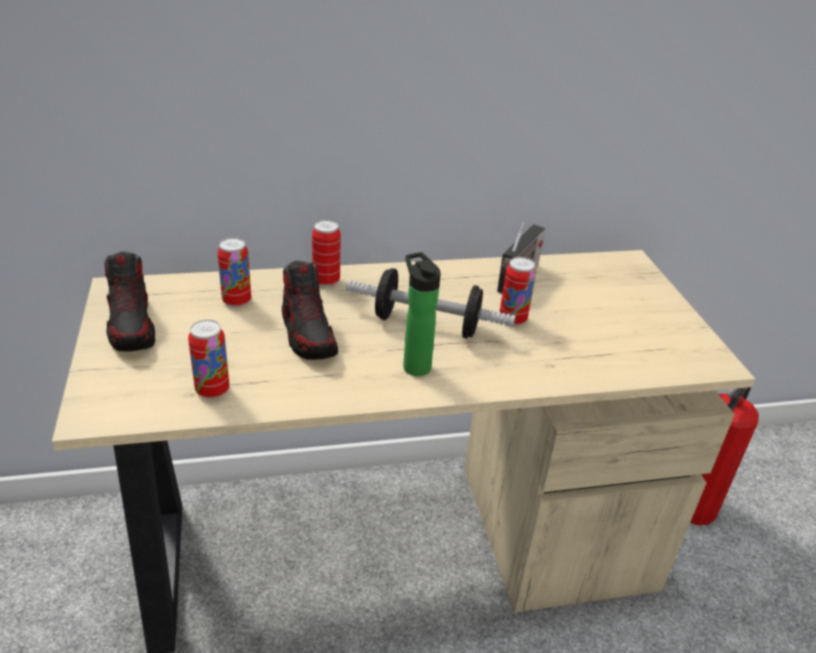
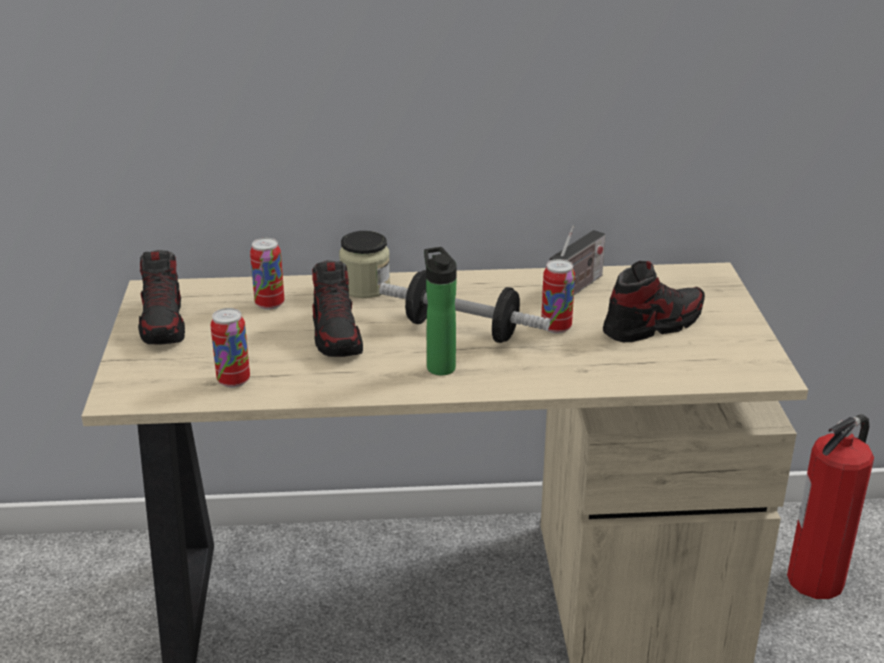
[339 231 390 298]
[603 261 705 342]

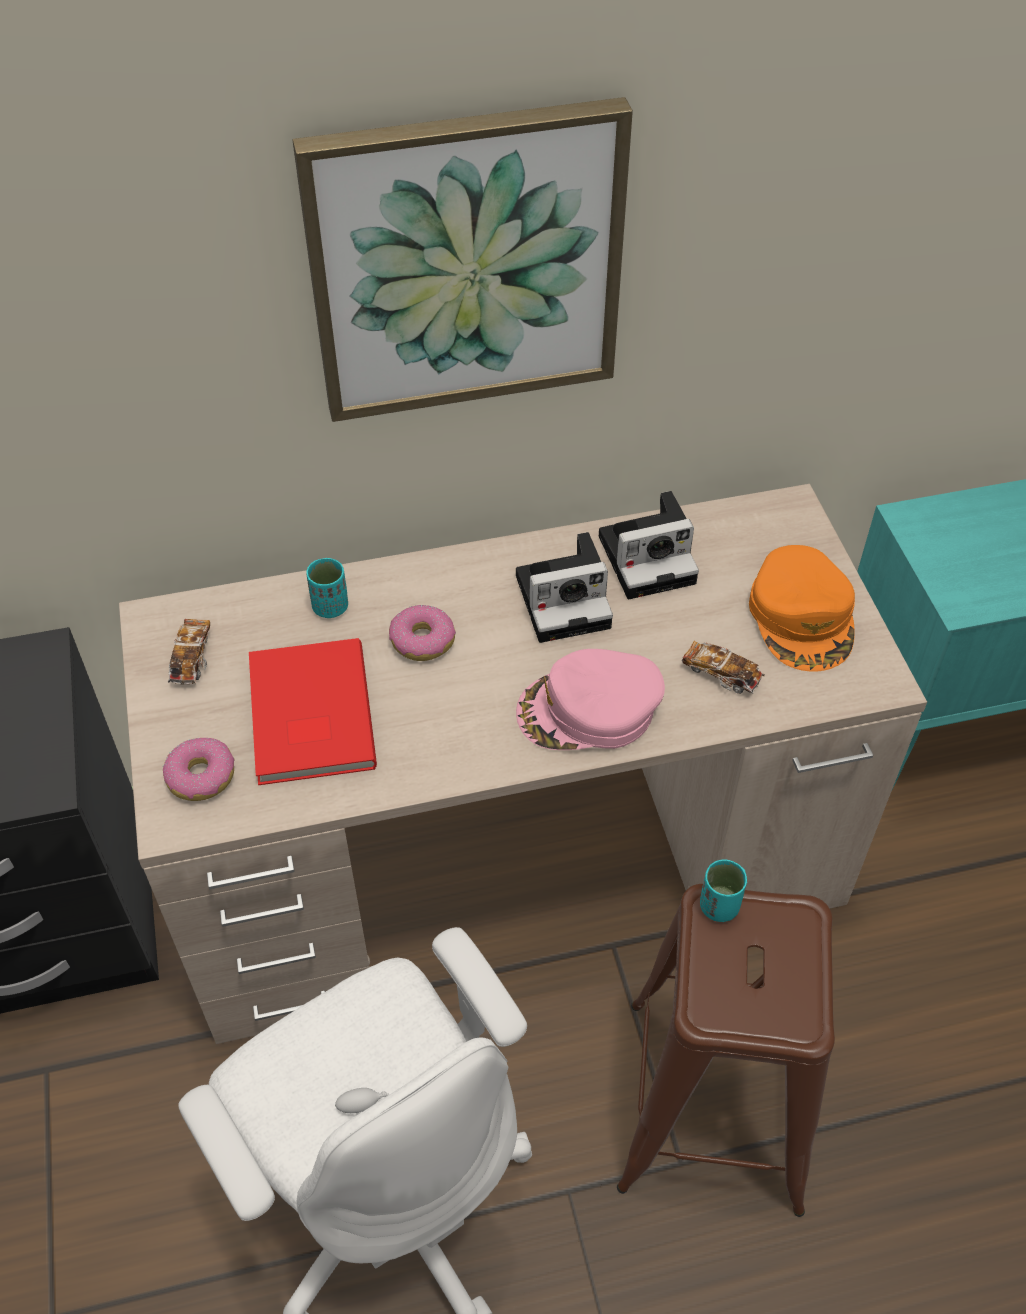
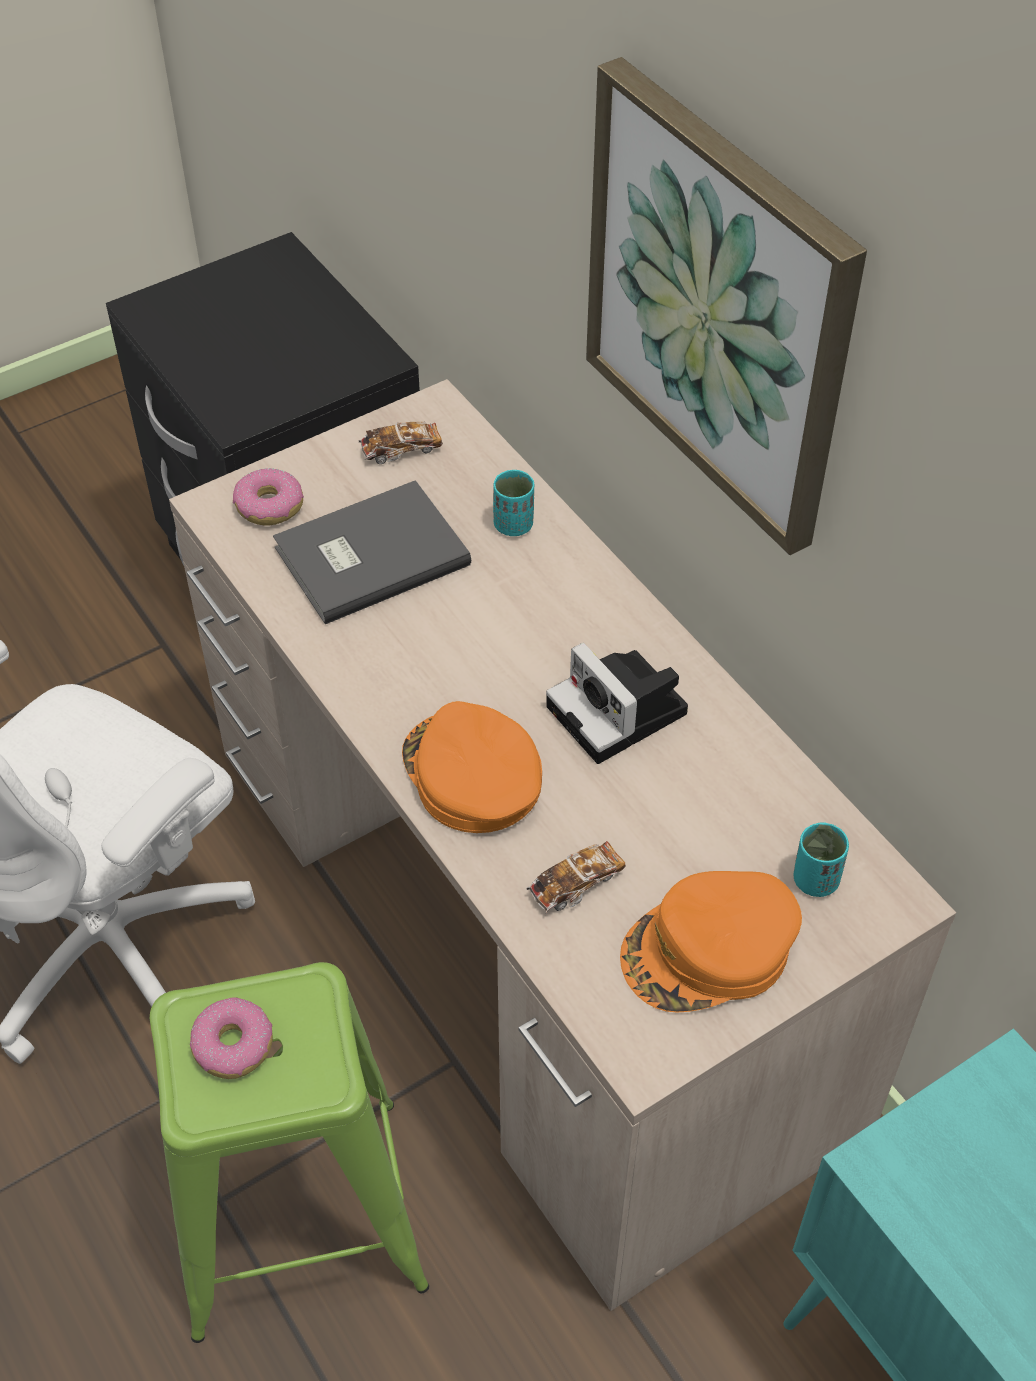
[150 962 429 1343]
[190 997 273 1079]
[273 480 471 624]
[402 701 542 833]
[527 841 626 914]
[793 823 849 897]
[599 491 699 599] (first image)

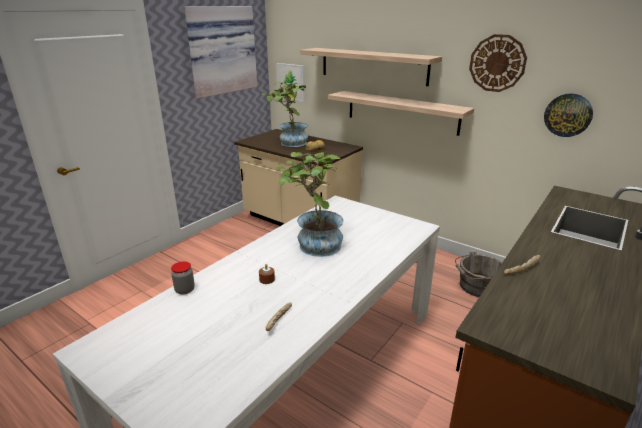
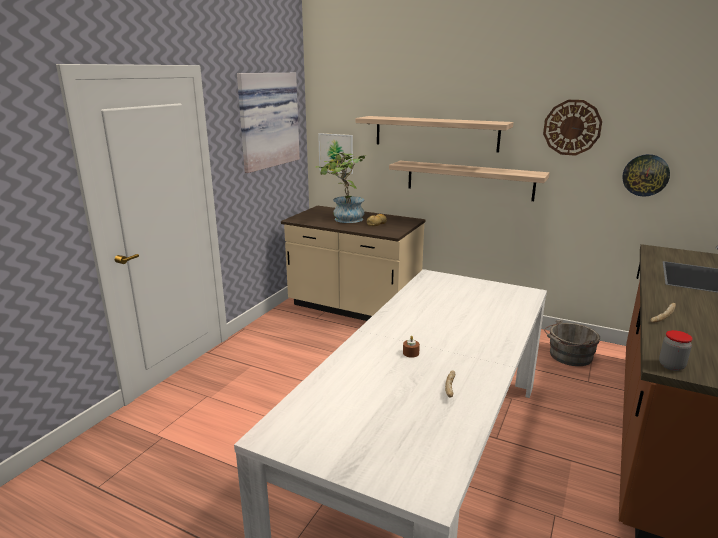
[659 330 693 371]
[276 152 343 257] (first image)

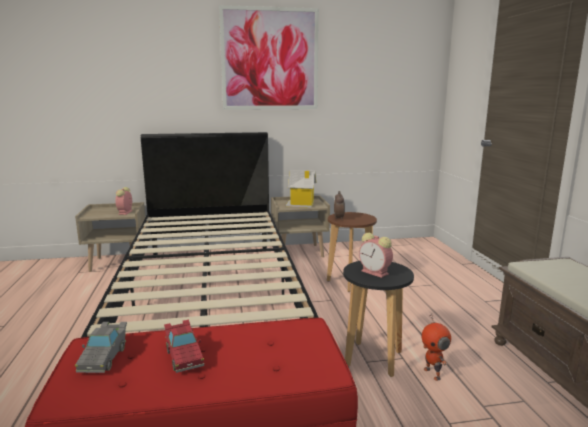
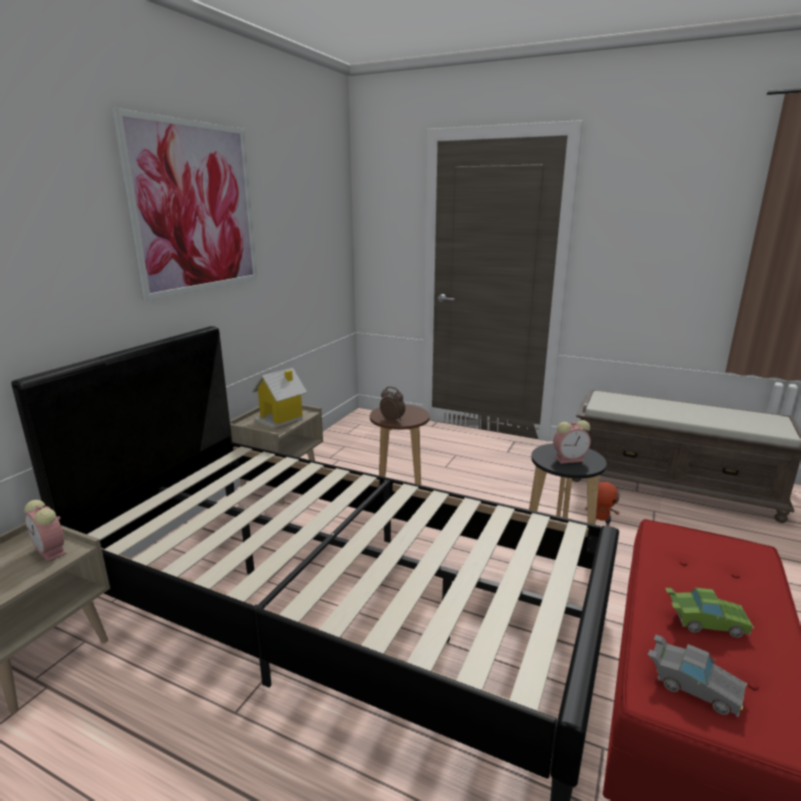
[666 588 754 638]

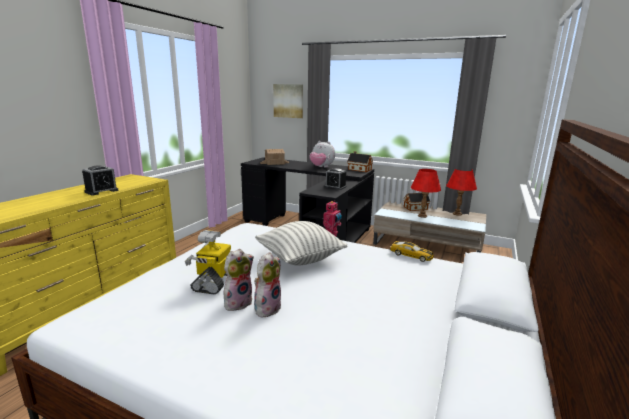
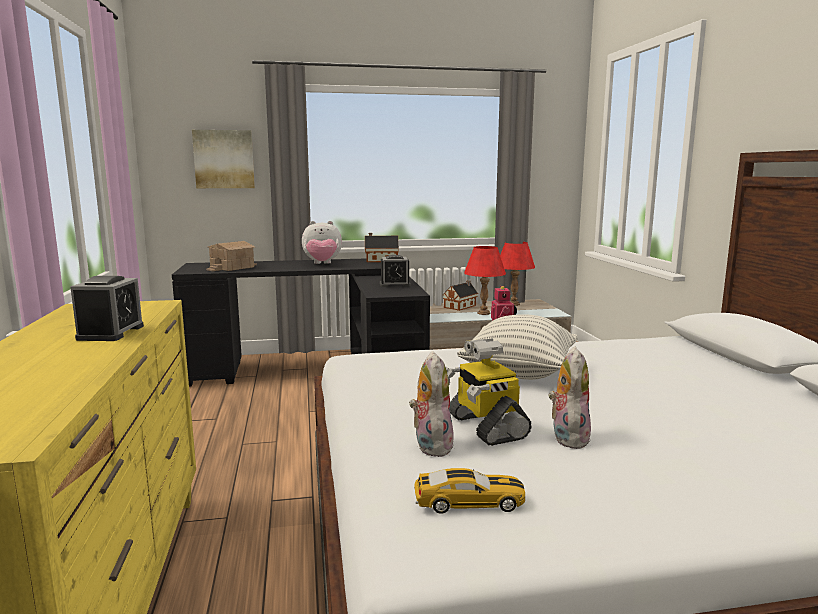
[409 351 455 457]
[414 468 525 514]

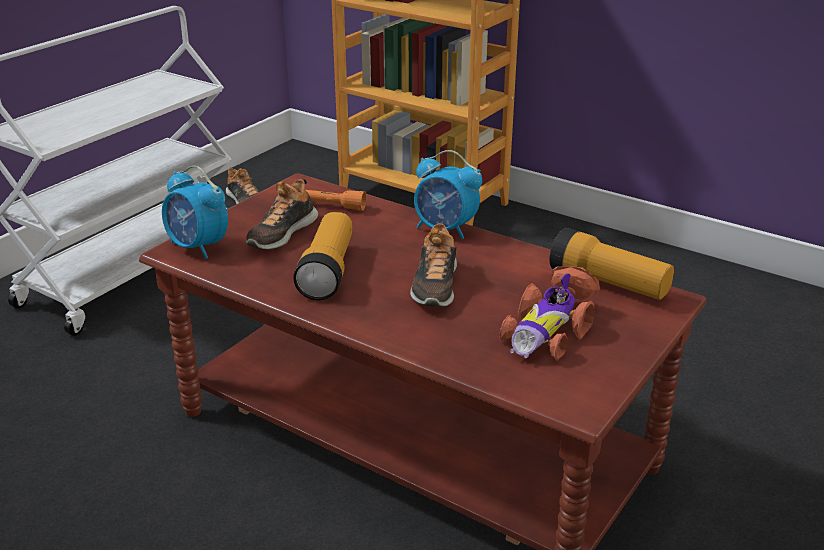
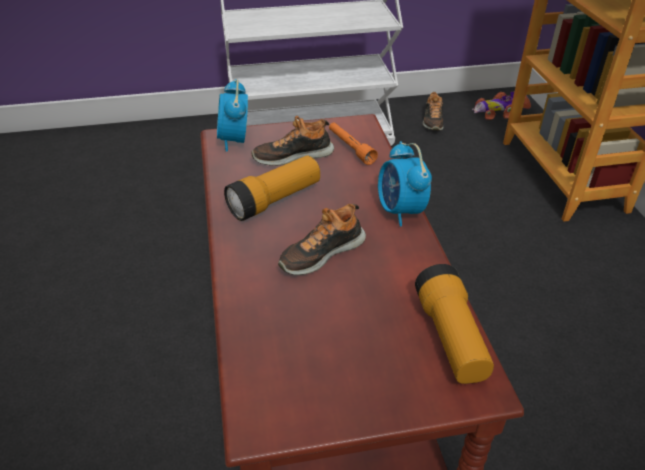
[472 91 531 120]

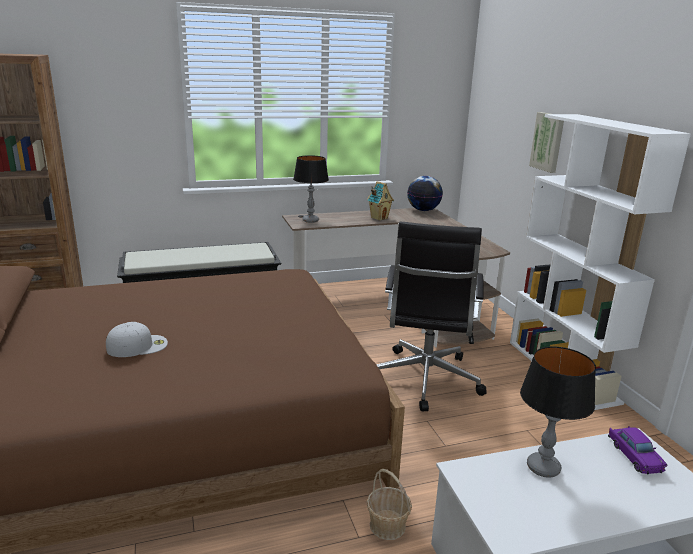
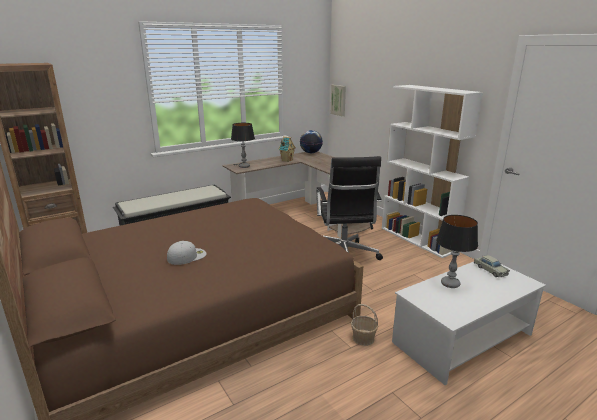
[331 85 346 116]
[474 255 510 277]

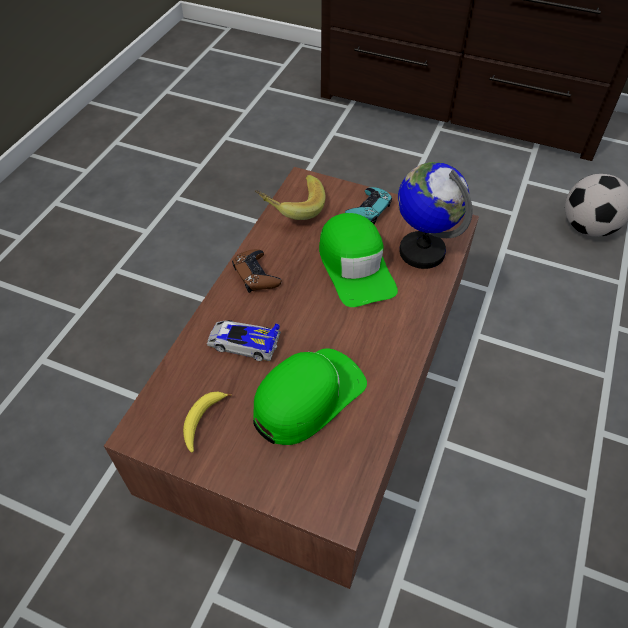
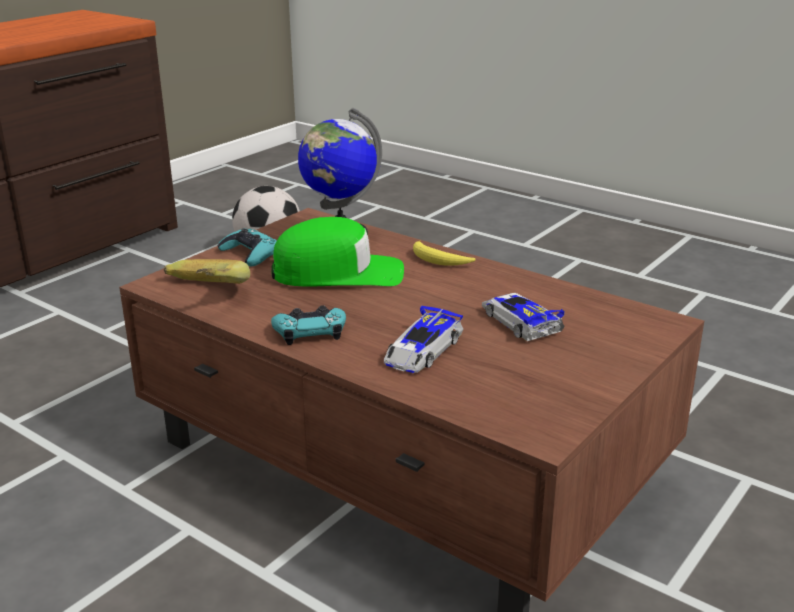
[271 305 346 345]
[413 240 475 266]
[482 293 565 341]

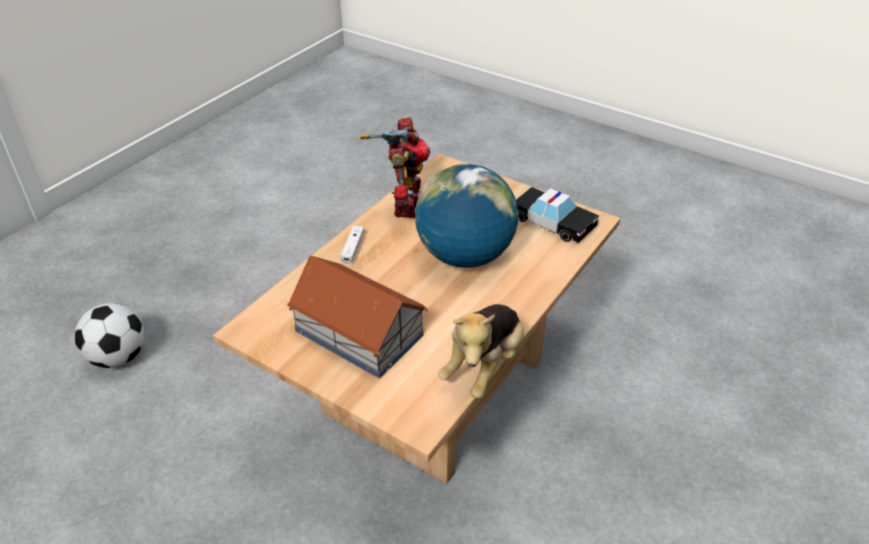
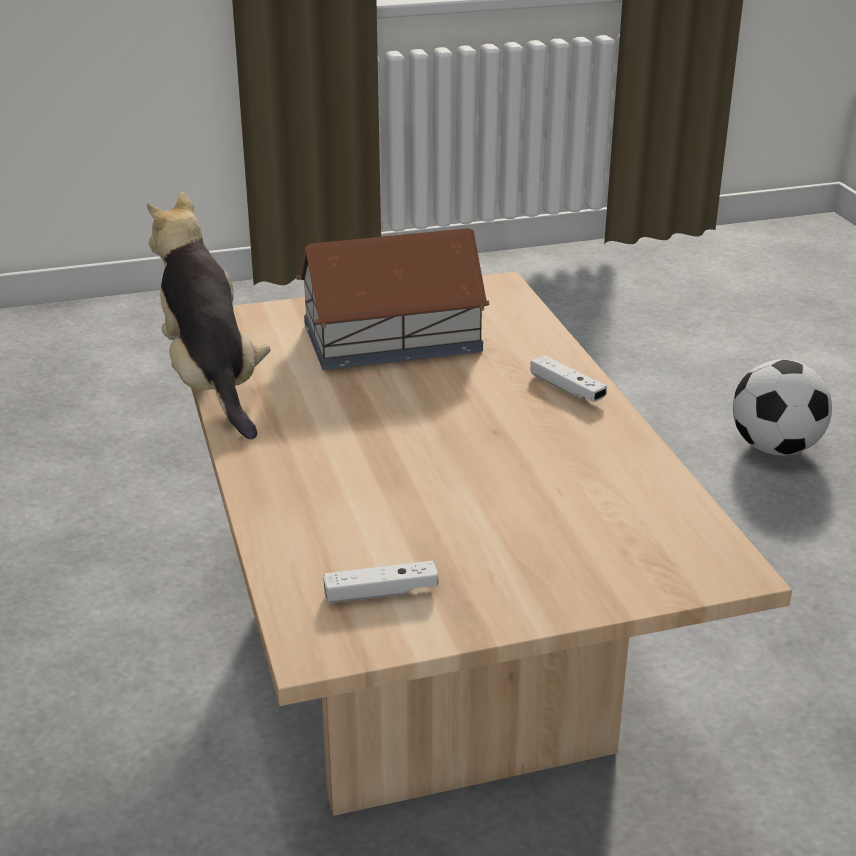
[323 560 438 603]
[360 117 430 218] (first image)
[415 164 519 268] (first image)

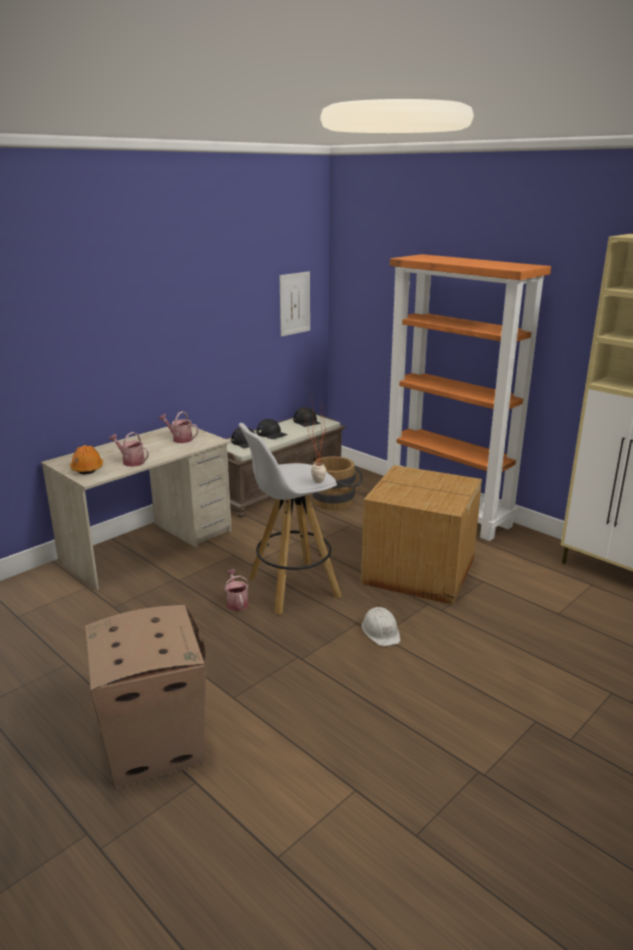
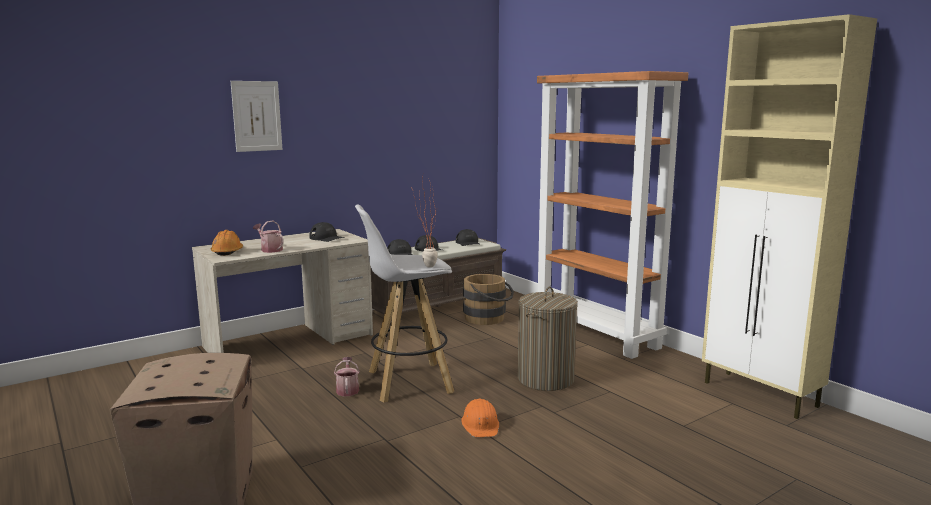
[231 81 282 152]
[309 222 345 242]
[461 399 499 437]
[518 286 578 391]

